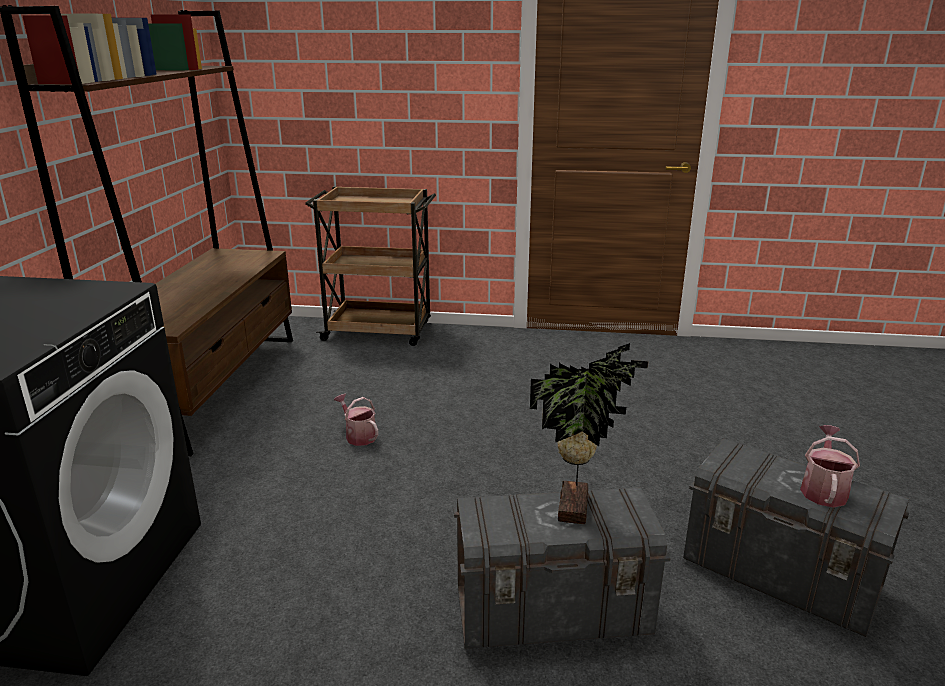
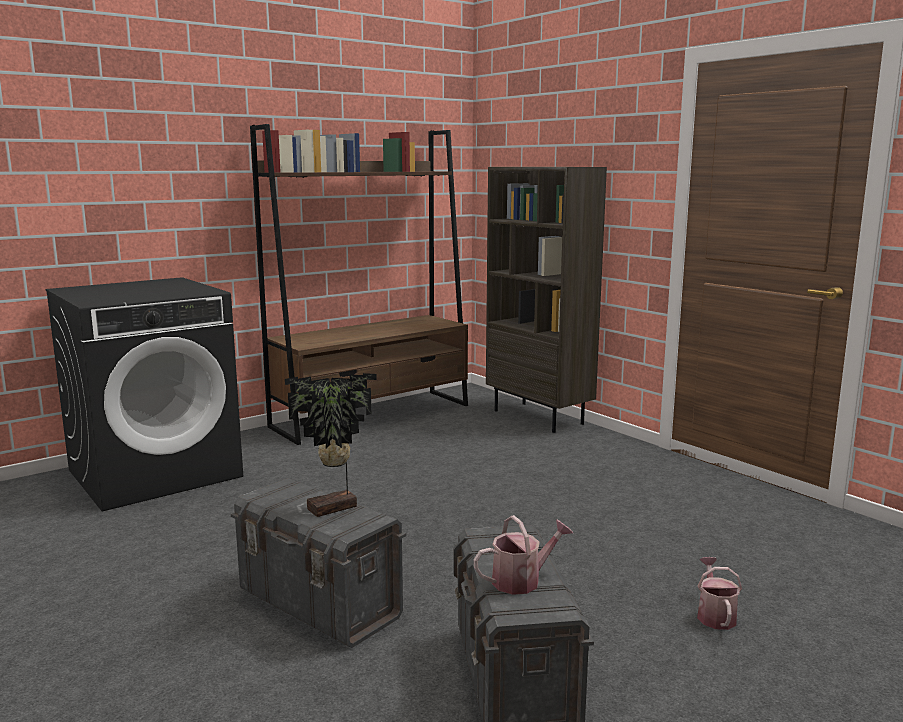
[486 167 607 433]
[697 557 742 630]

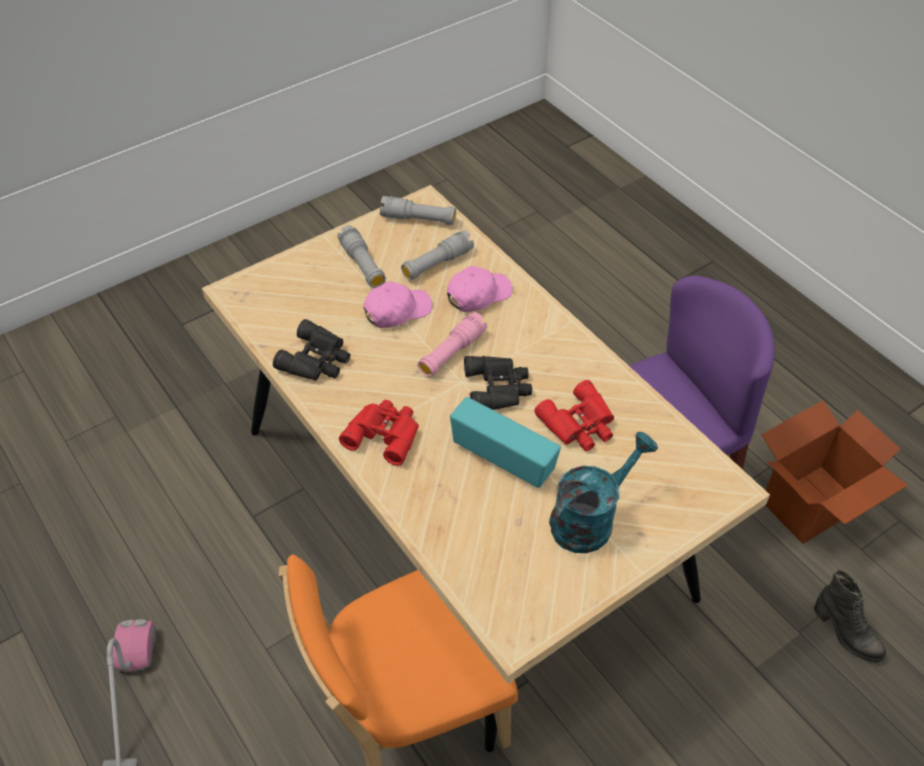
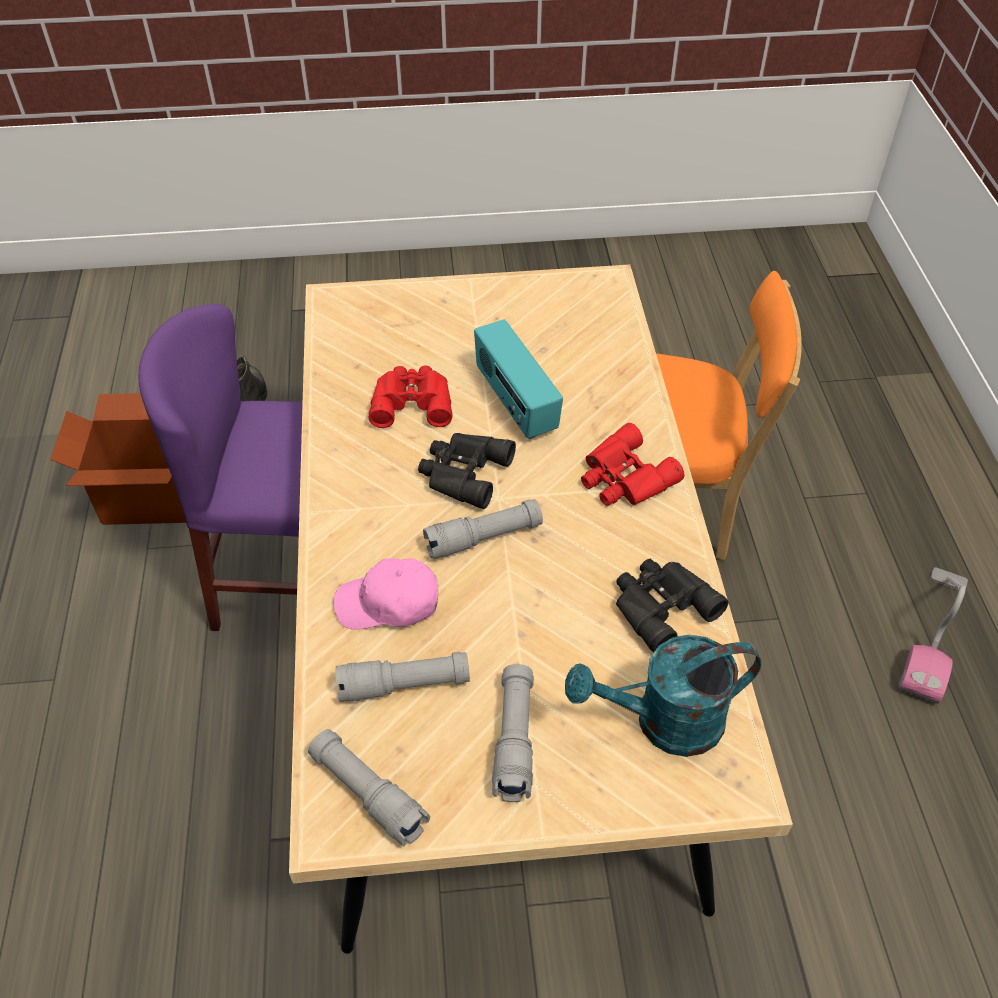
[423 499 543 559]
[565 635 761 757]
[363 281 432 328] (first image)

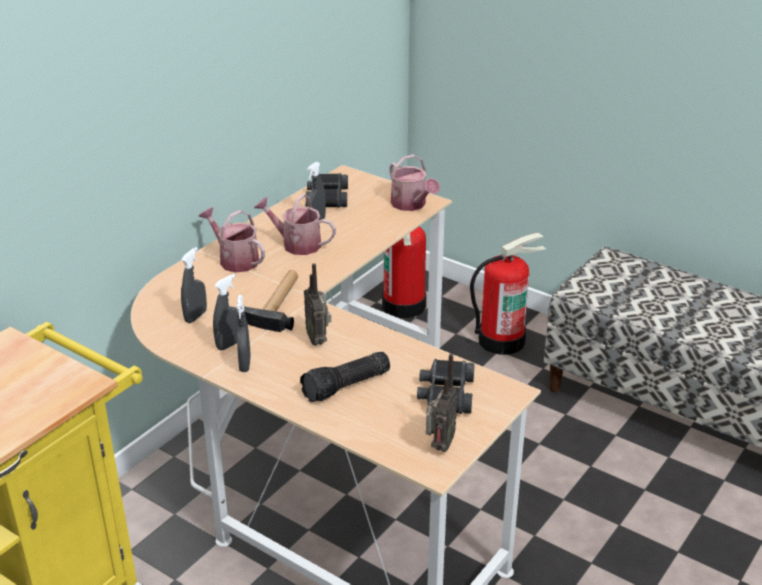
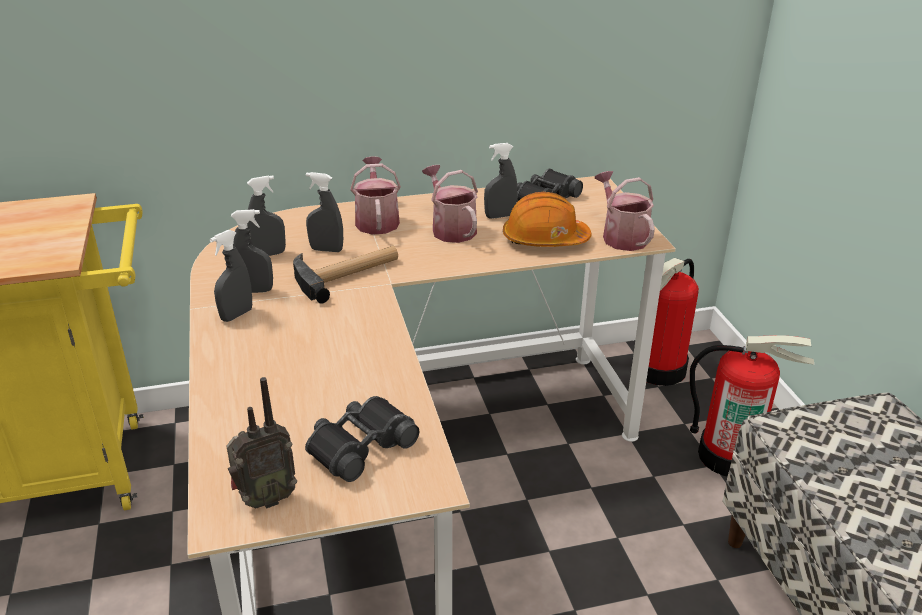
[306 172 343 252]
[503 192 592 247]
[595 171 655 251]
[300 352 390 403] (first image)
[304 263 331 346] (first image)

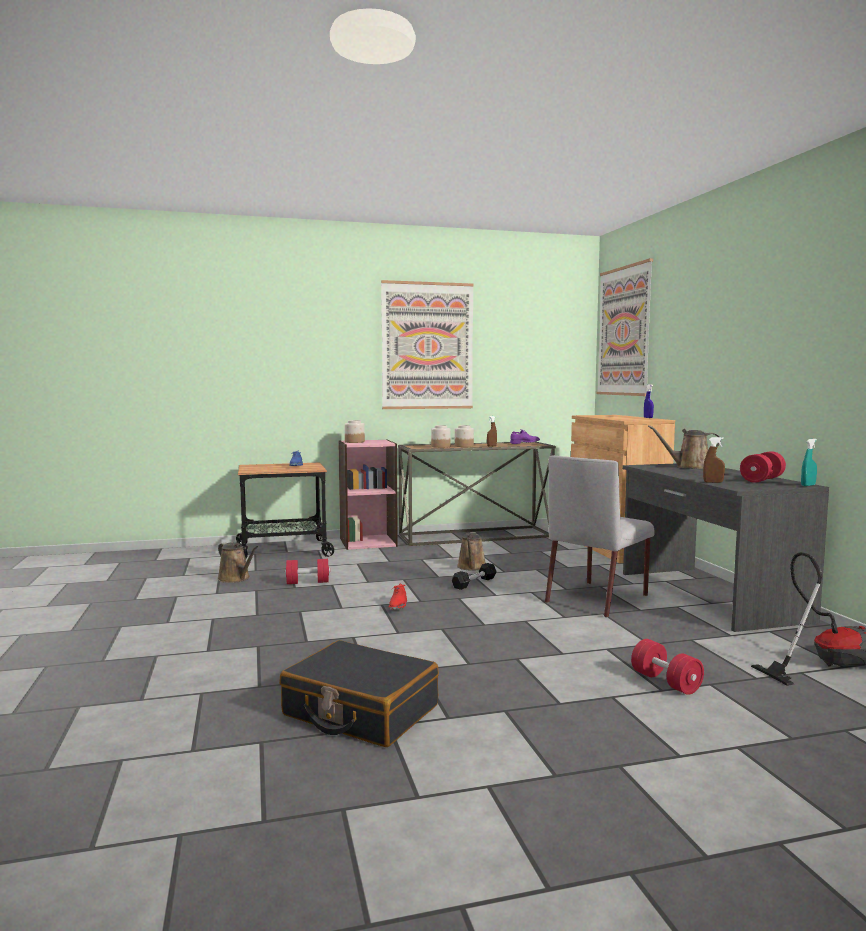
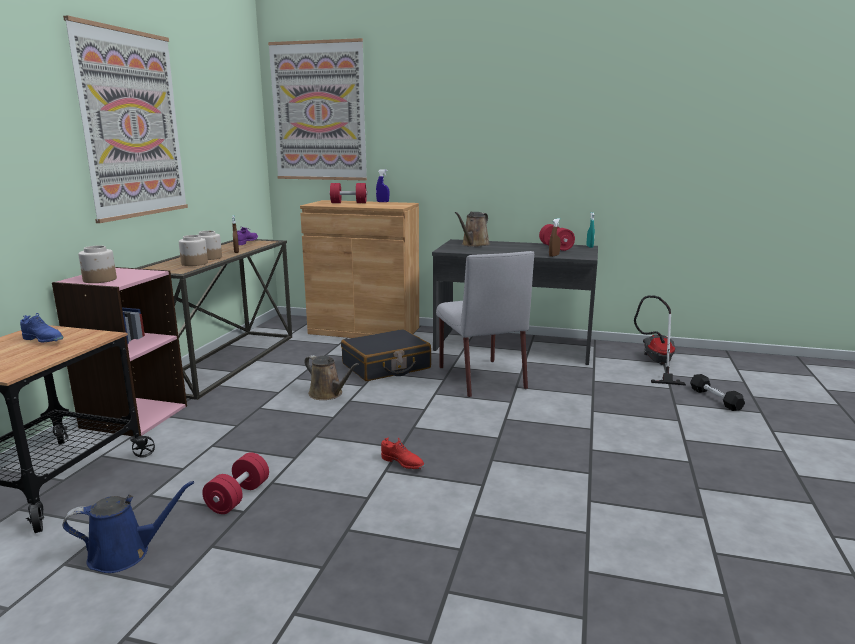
[63 481 194 573]
[330 183 367 203]
[341 329 431 381]
[690 374 745 411]

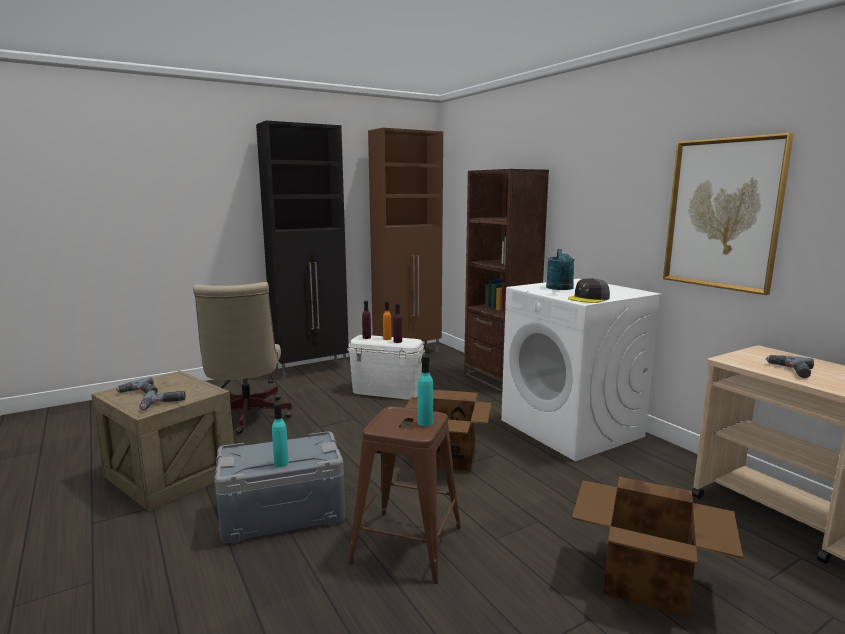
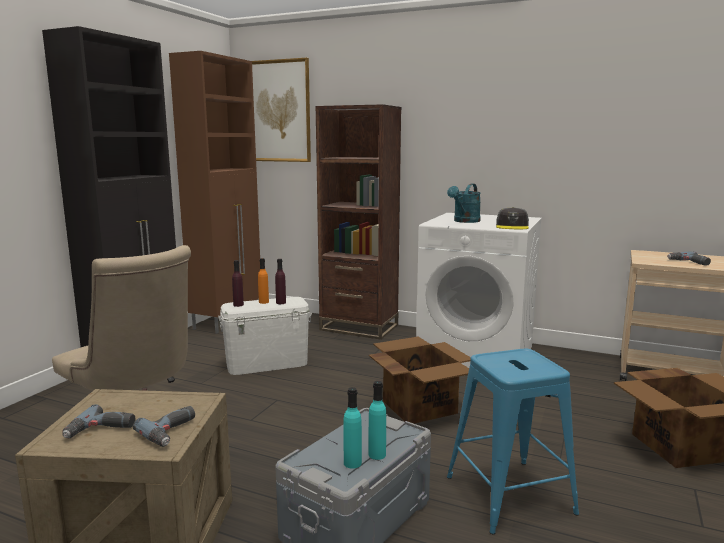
[252 58 311 162]
[343 387 362 469]
[447 184 481 223]
[447 349 579 534]

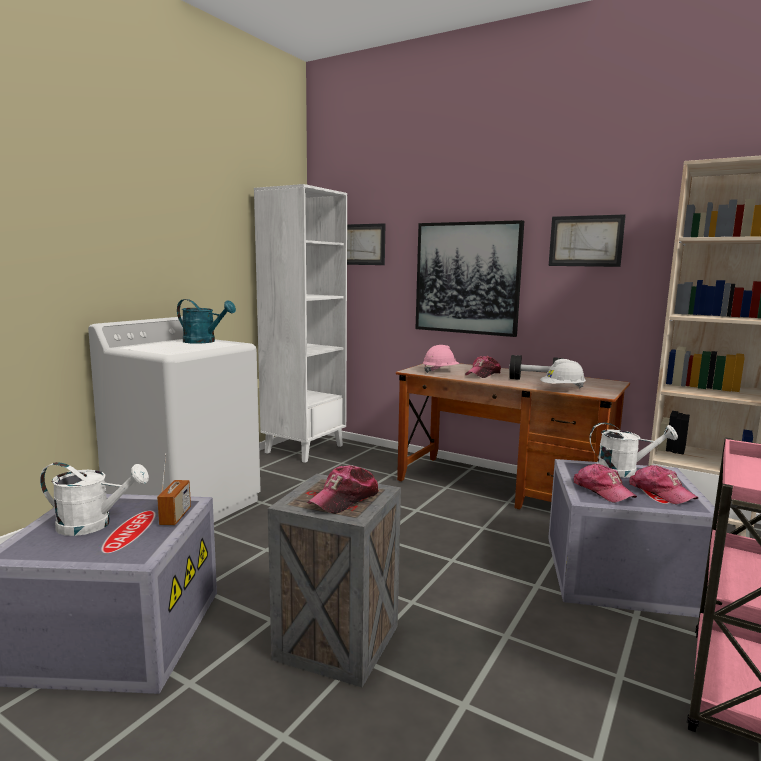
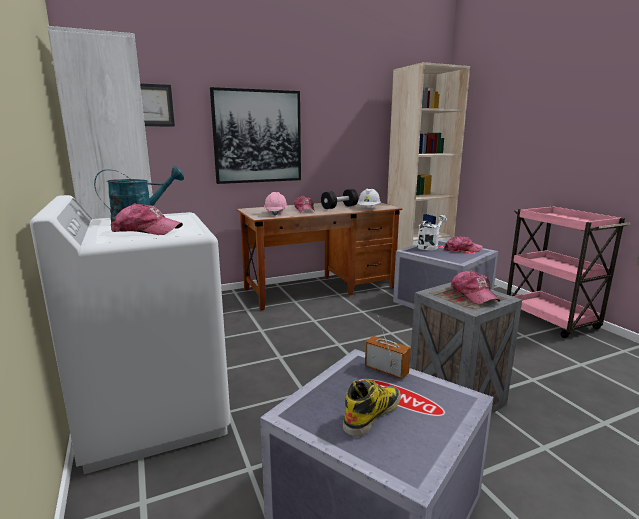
[111 204 183 235]
[343 379 401 437]
[549 214 626 267] (first image)

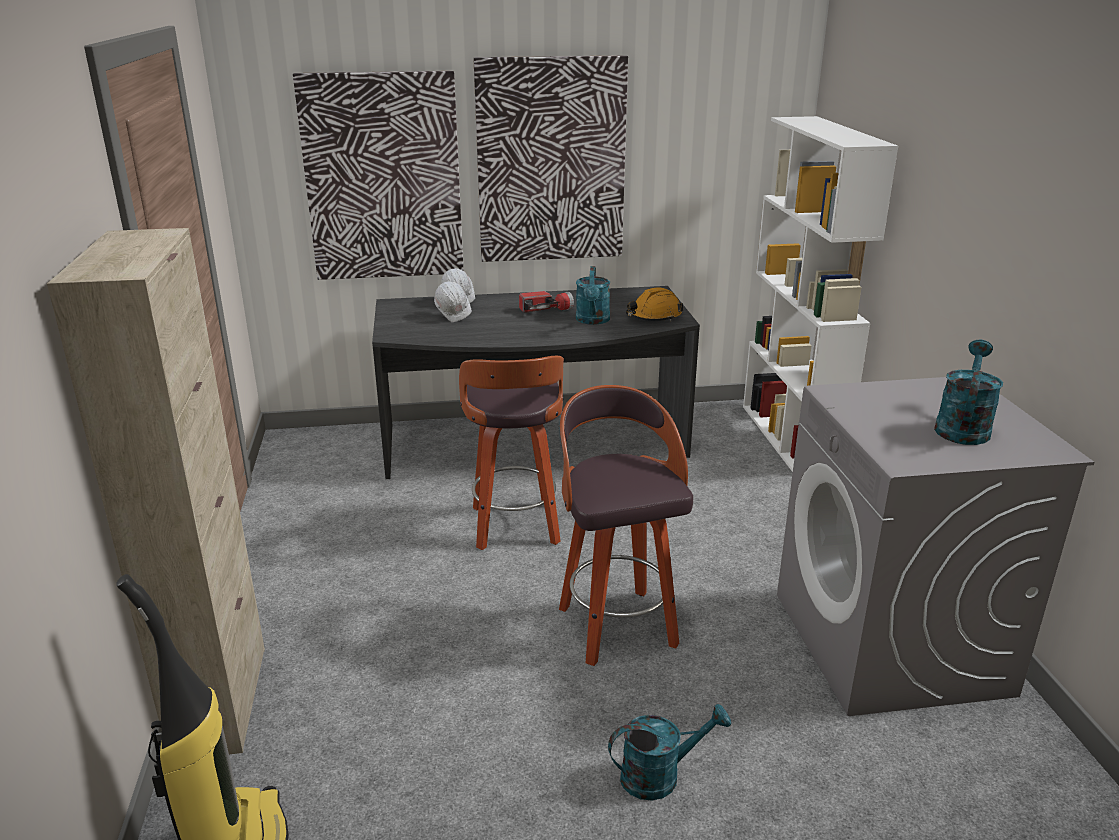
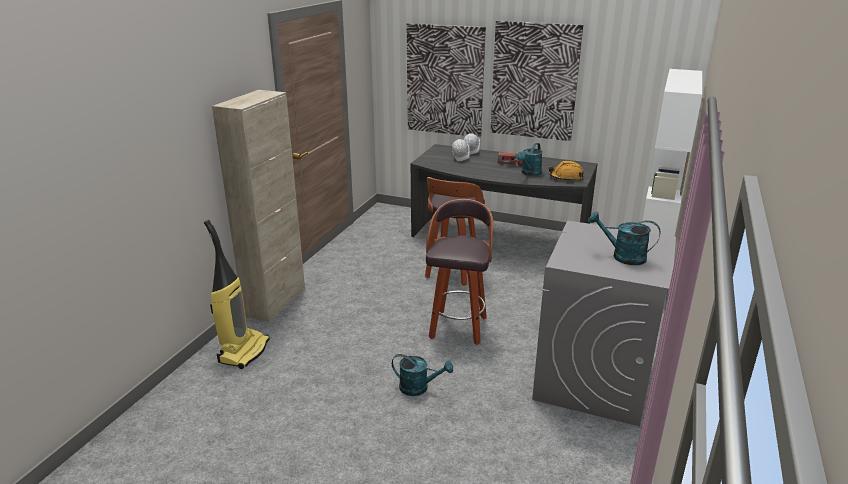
[588 212 660 265]

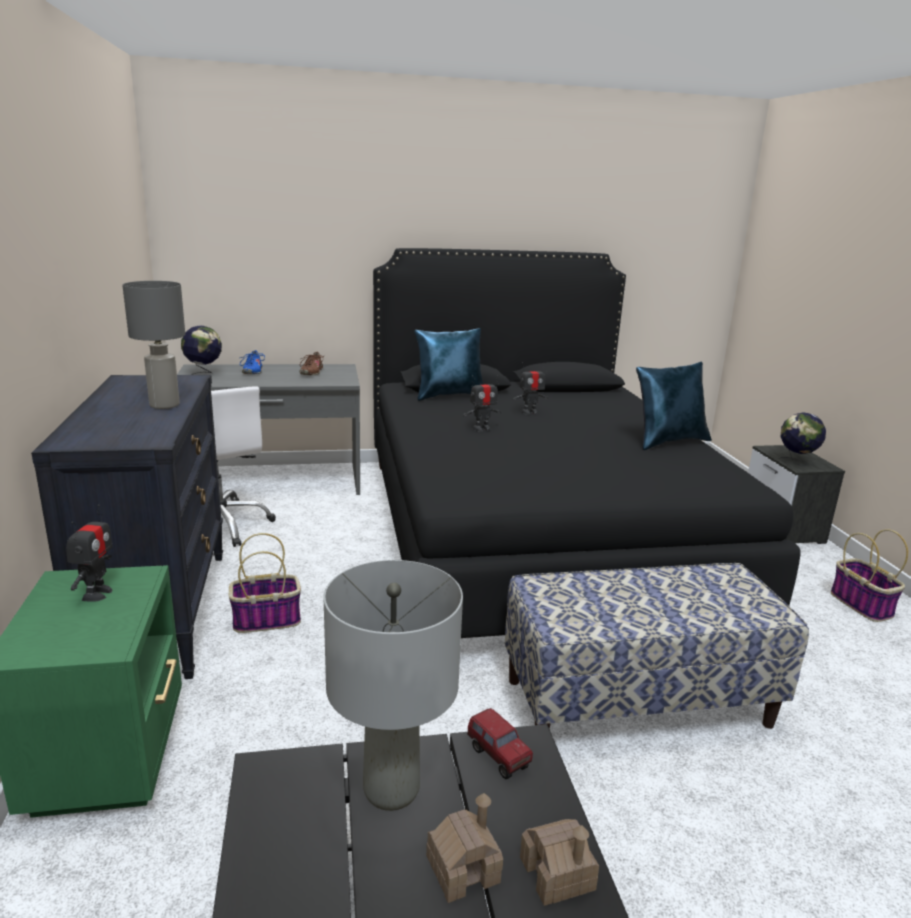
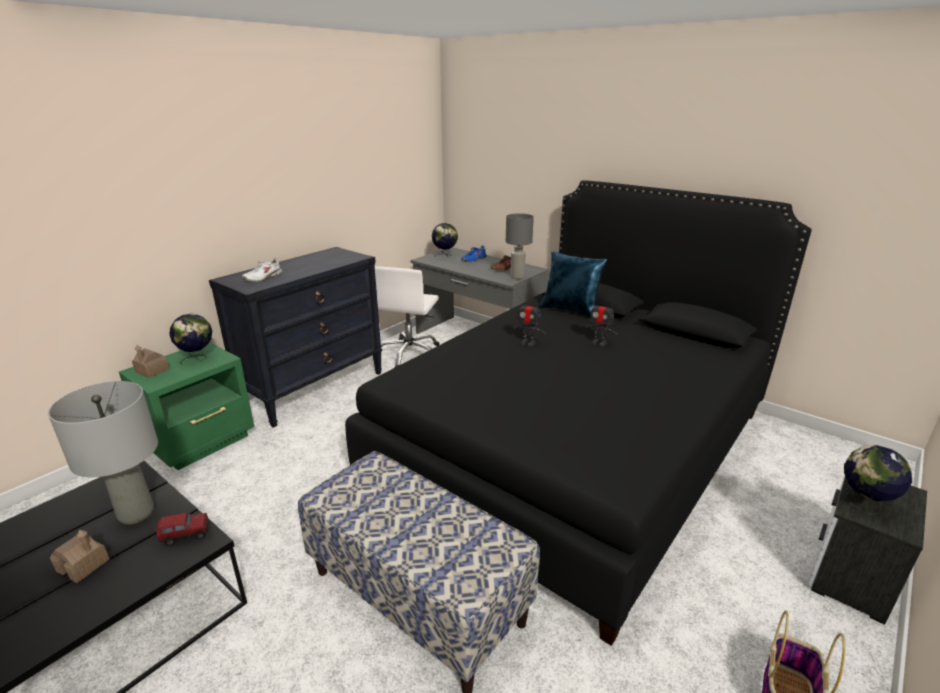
[132 345 169 378]
[156 512 208 546]
[169 314 212 365]
[242 258 282 282]
[506 213 534 279]
[229 533 301 633] (first image)
[636 362 712 450] (first image)

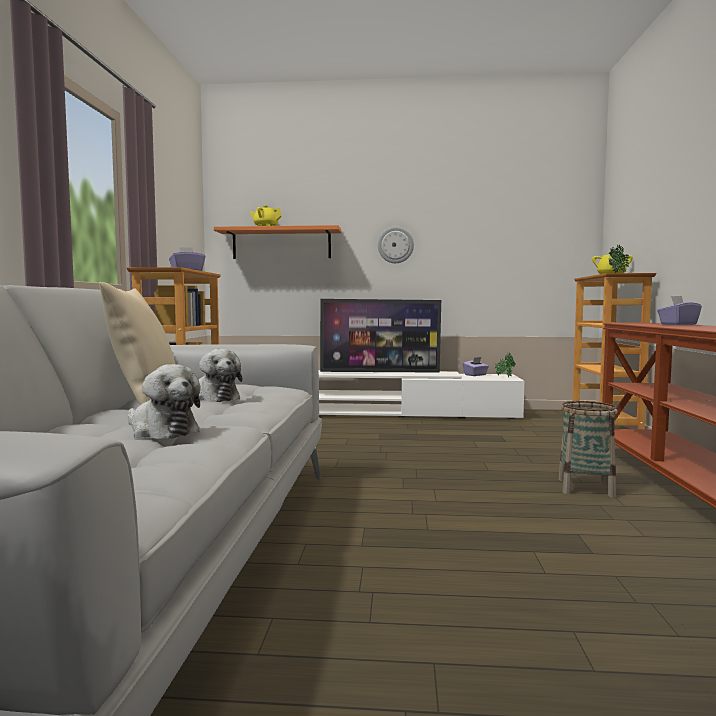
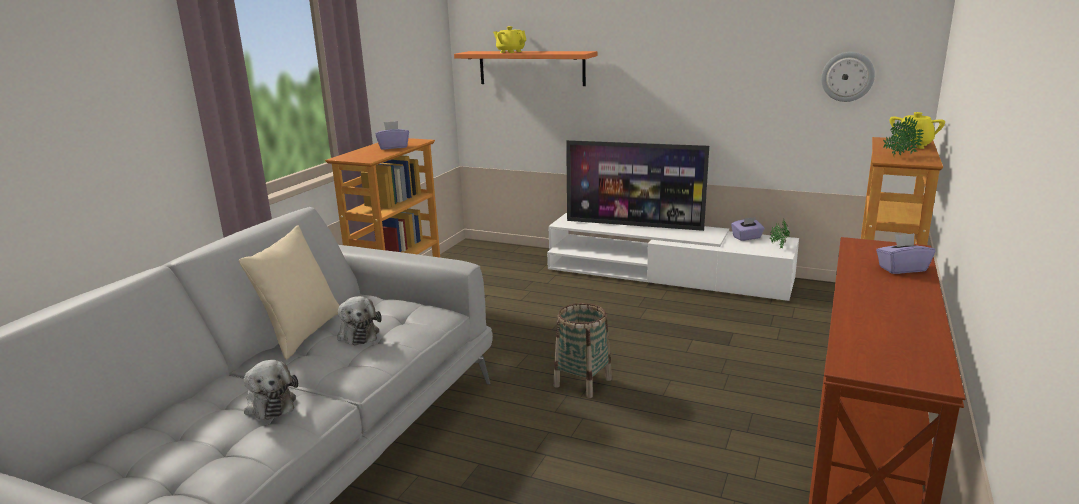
[554 303 612 398]
[821 52 875 102]

